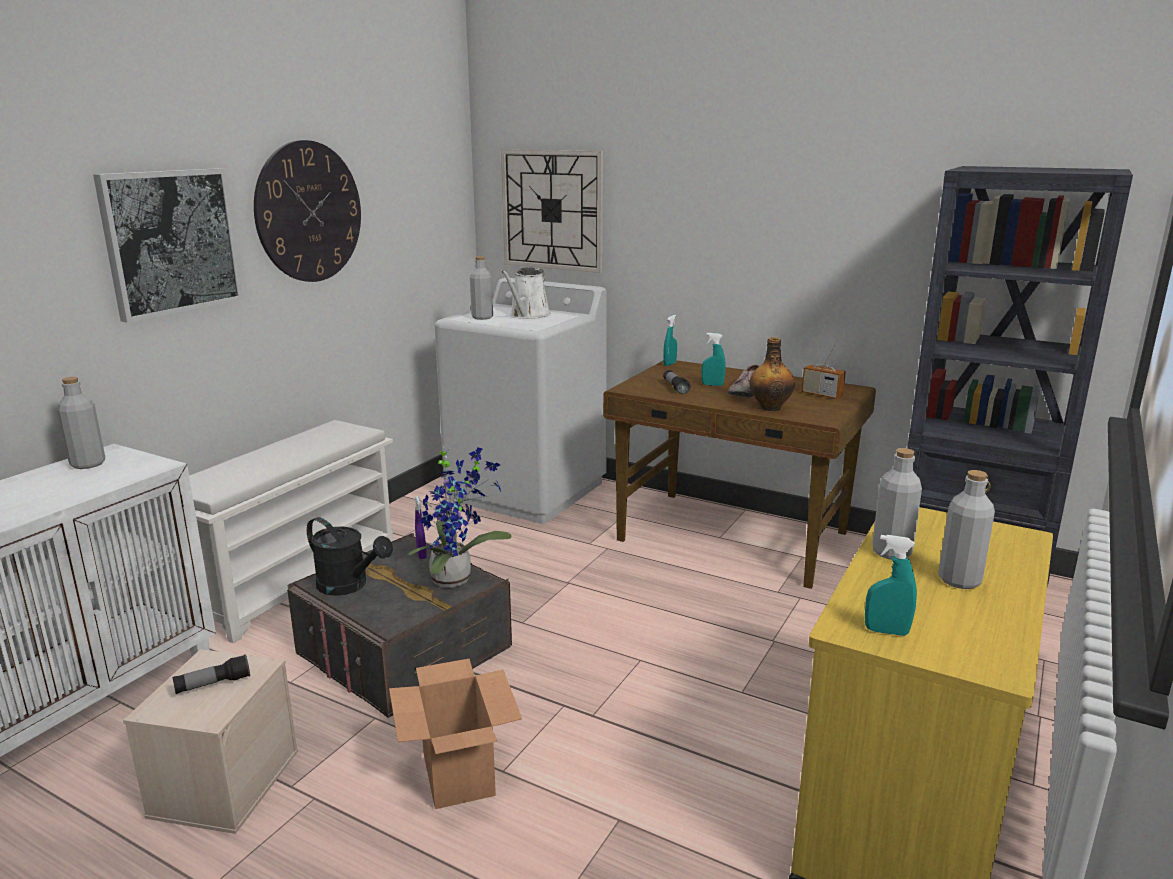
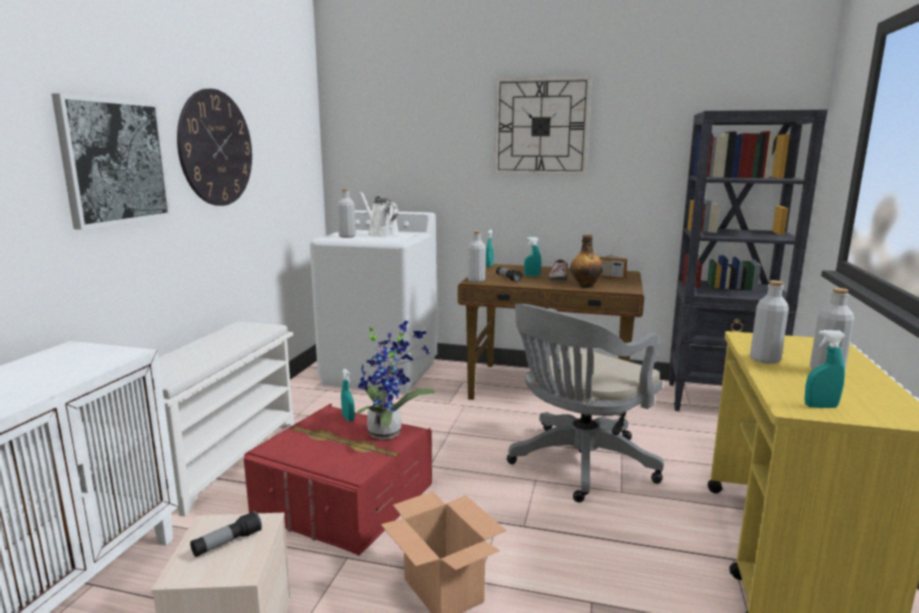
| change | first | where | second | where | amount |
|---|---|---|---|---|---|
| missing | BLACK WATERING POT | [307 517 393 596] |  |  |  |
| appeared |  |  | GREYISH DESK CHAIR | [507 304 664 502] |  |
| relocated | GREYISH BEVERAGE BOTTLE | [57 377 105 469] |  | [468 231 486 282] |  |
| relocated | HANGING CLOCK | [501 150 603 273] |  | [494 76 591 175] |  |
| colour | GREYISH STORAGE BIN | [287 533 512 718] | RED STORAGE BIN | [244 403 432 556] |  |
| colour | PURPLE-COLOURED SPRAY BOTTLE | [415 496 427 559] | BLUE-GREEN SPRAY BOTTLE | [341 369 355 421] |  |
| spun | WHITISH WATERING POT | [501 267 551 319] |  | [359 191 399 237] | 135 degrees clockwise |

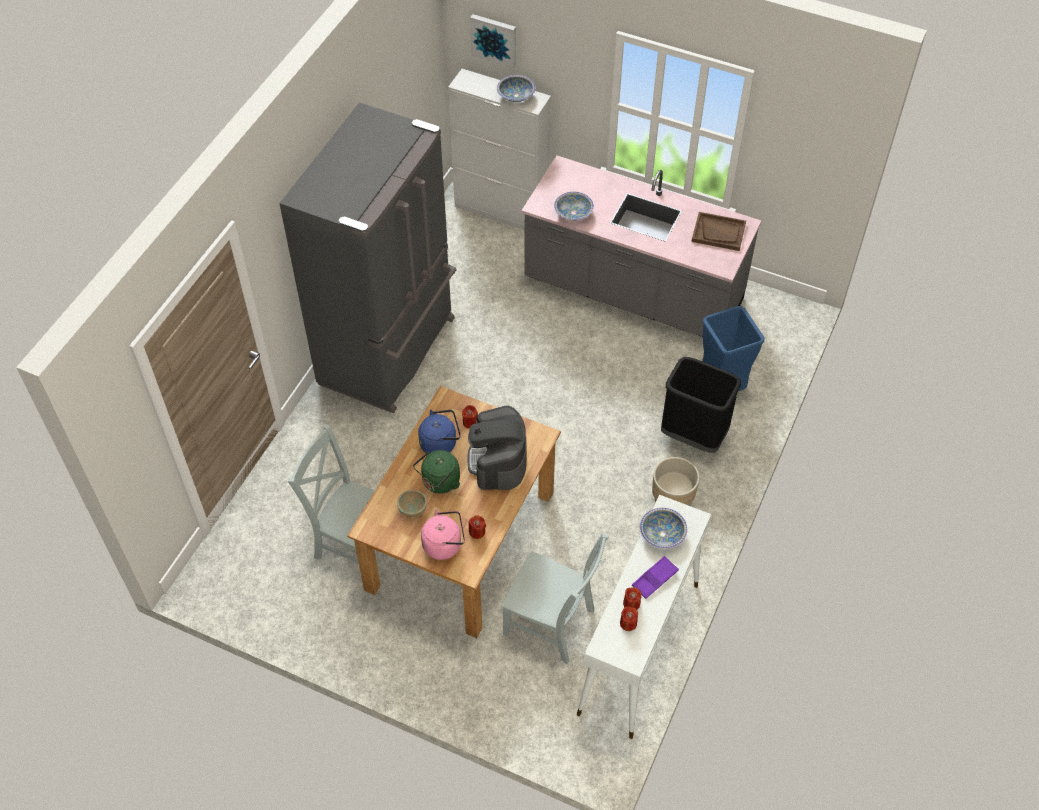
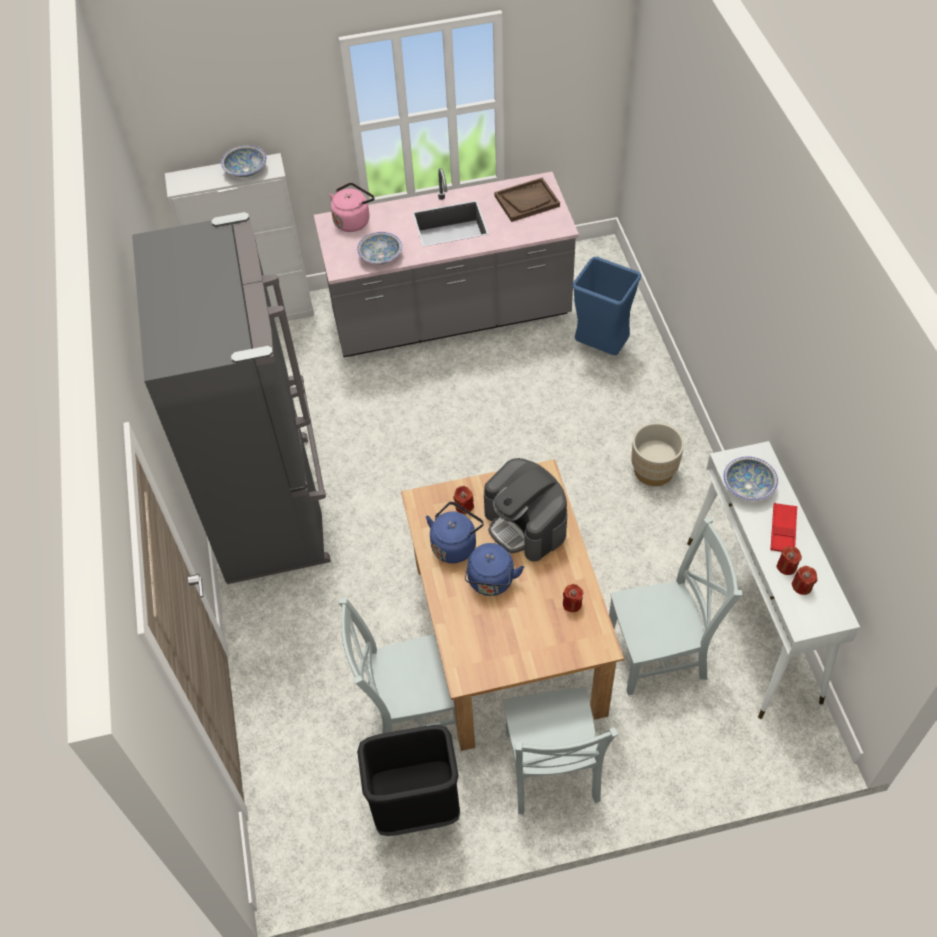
| change | first | where | second | where | amount |
|---|---|---|---|---|---|
| missing | BEIGE DEEP DISH | [397 490 427 517] |  |  |  |
| missing | WALL PICTURE | [470 14 516 68] |  |  |  |
| appeared |  |  | GREYISH UPRIGHT CHAIR | [503 687 618 814] |  |
| relocated | PINK WATER KETTLE | [421 509 465 560] |  | [330 183 375 232] |  |
| relocated | BLACK RUBBISH BIN | [661 357 741 453] |  | [357 725 460 836] |  |
| colour | GREEN-COLOURED WATER KETTLE | [413 450 460 494] | BLUE-COLOURED WATER KETTLE | [465 543 524 596] |  |
| colour | PURPLE-COLOURED TRAY | [632 556 679 599] | RED TRAY | [770 503 797 552] |  |

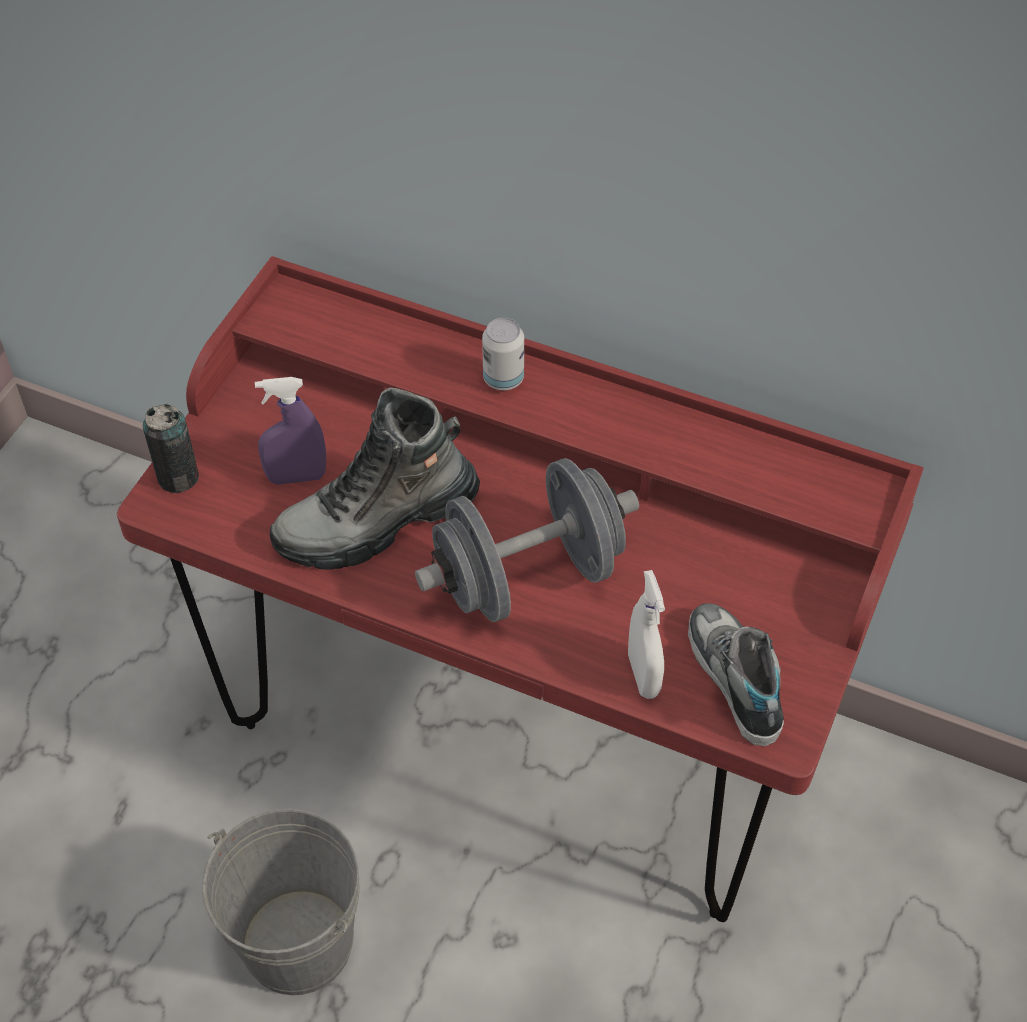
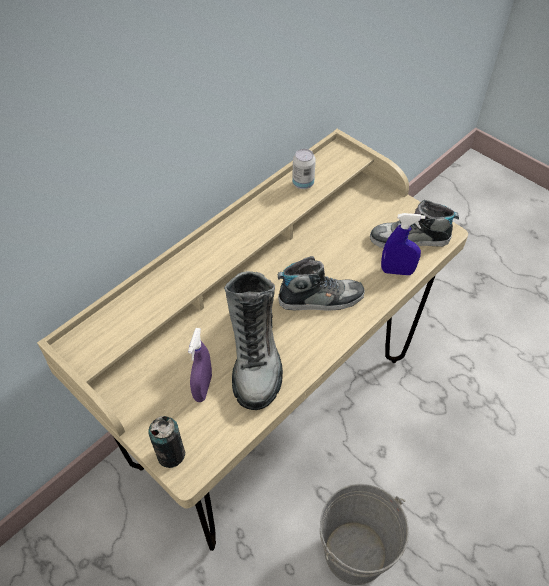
| change | first | where | second | where | amount |
|---|---|---|---|---|---|
| relocated | CAN | [482 318 524 390] |  | [292 149 316 189] |  |
| exchanged | GREYISH HAND WEIGHT | [415 458 639 622] | SHOE | [278 256 365 311] |  |
| colour | RED DESK TABLE | [117 256 924 922] | BEIGE DESK TABLE | [37 129 468 551] |  |
| colour | WHITISH SPRAY BOTTLE | [628 570 665 699] | BLUE-COLOURED SPRAY BOTTLE | [381 213 426 275] |  |

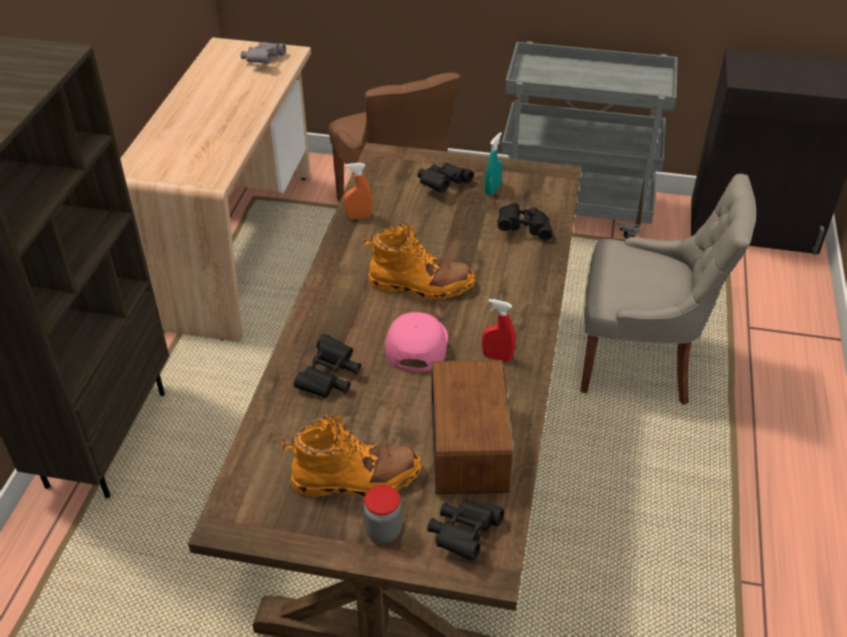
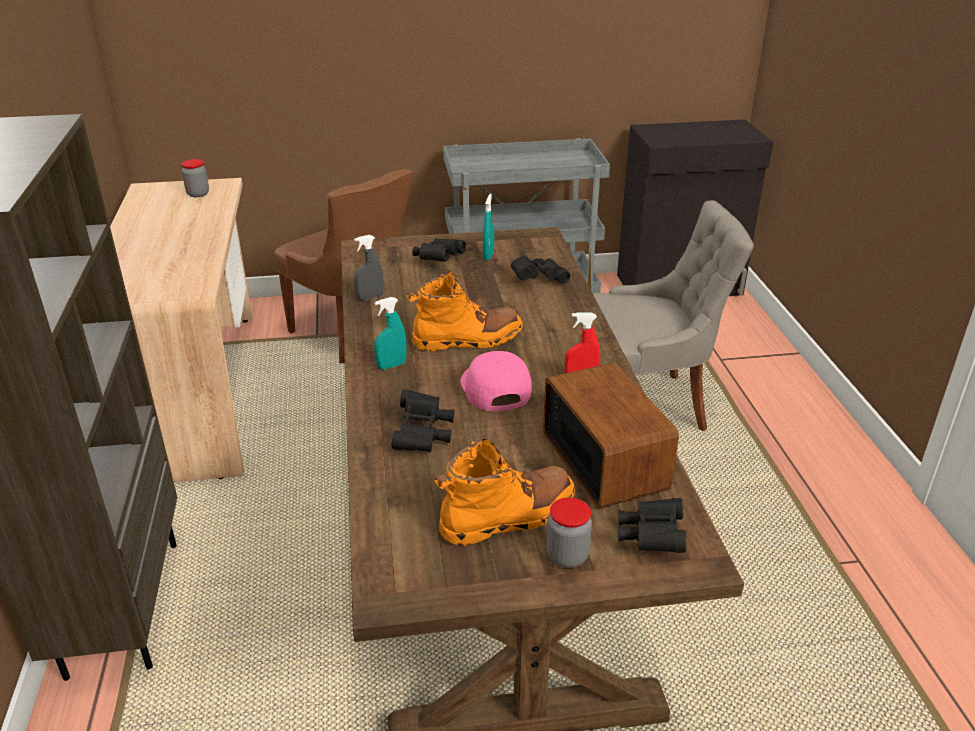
| change | first | where | second | where | amount |
|---|---|---|---|---|---|
| appeared |  |  | BLUE-GREEN SPRAY BOTTLE | [374 297 407 370] |  |
| exchanged | GREYISH PAIR OF BINOCULARS | [241 42 286 64] | JAR | [181 159 209 197] |  |
| colour | ORANGE SPRAY BOTTLE | [344 163 372 220] | GREYISH SPRAY BOTTLE | [354 235 383 301] |  |

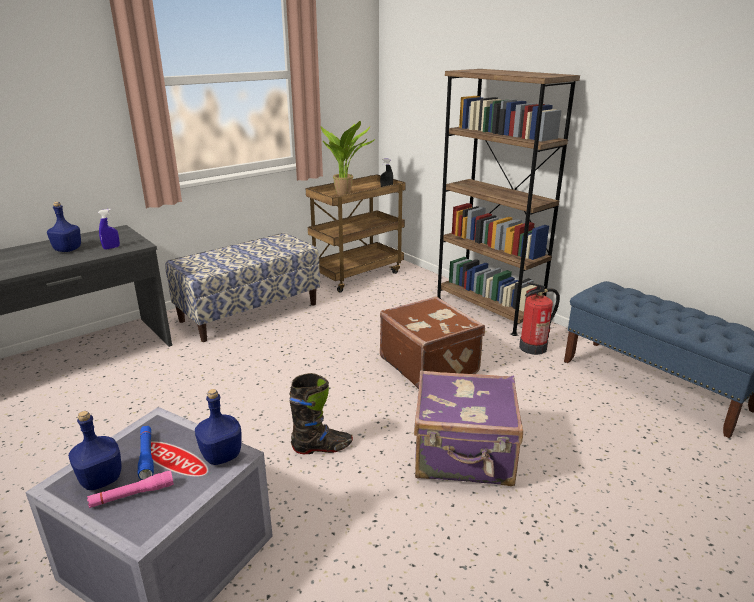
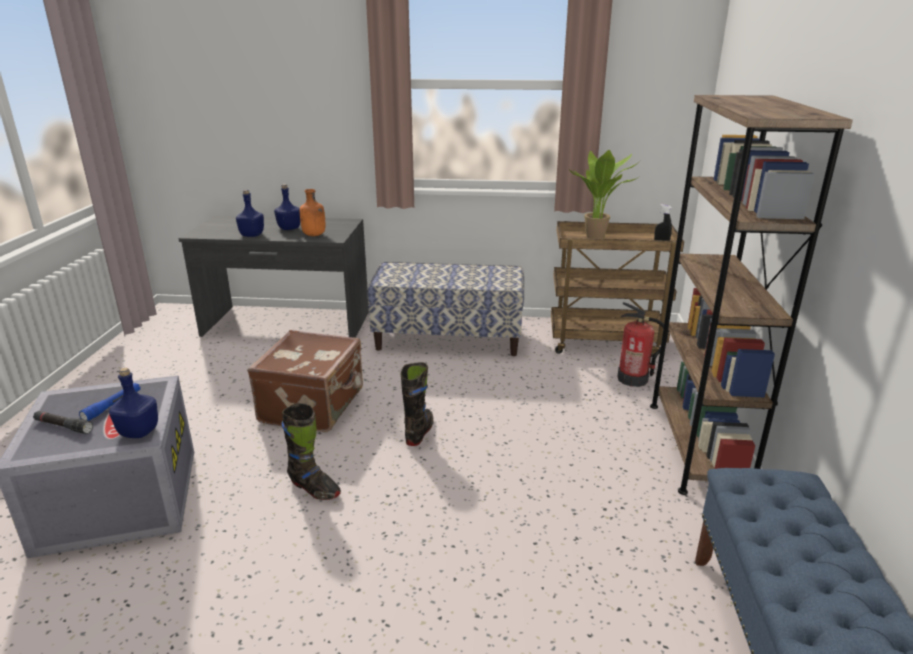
| change | first | where | second | where | amount |
|---|---|---|---|---|---|
| missing | PURPLE-COLOURED SUITCASE | [414 370 523 486] |  |  |  |
| appeared |  |  | BLACK TALL BOOT | [401 362 434 446] |  |
| relocated | BLUE-COLOURED BEVERAGE BOTTLE | [68 411 121 490] |  | [236 190 264 237] |  |
| relocated | BROWN-COLOURED SUITCASE | [380 296 485 389] |  | [247 330 363 432] |  |
| relocated | EXTINGUISHER | [519 282 560 355] |  | [617 302 668 387] |  |
| exchanged | BLUE-COLOURED SPRAY BOTTLE | [98 209 120 250] | ORANGE BEVERAGE BOTTLE | [300 189 325 236] |  |
| colour | PINK HAND TORCH | [87 470 174 508] | BLACK HAND TORCH | [33 411 93 434] |  |

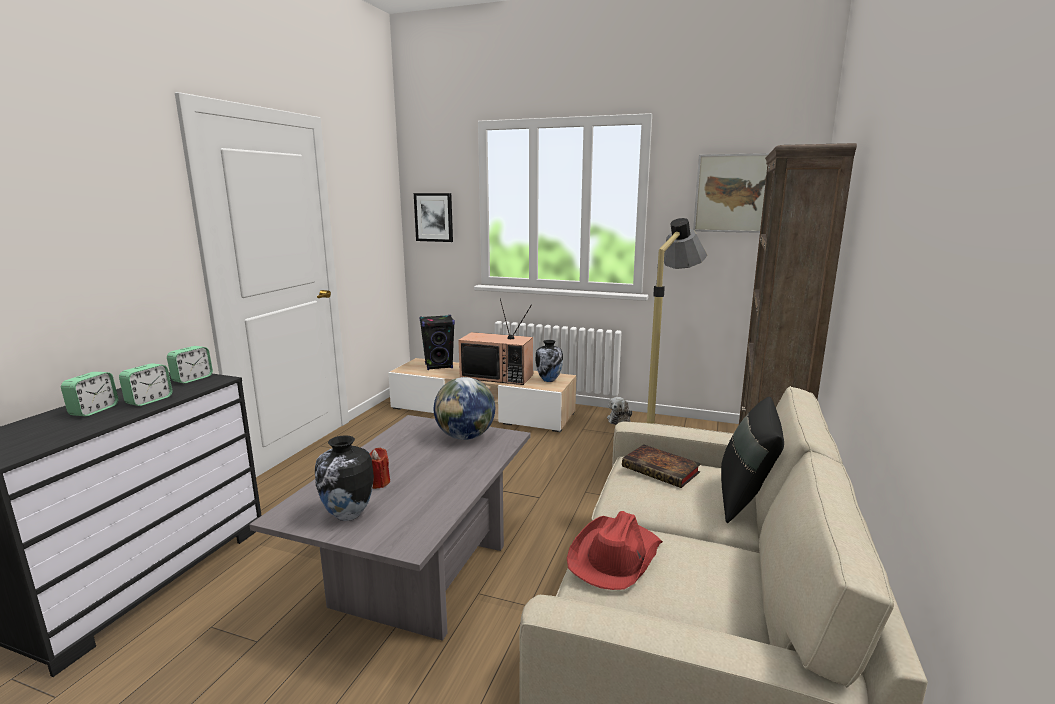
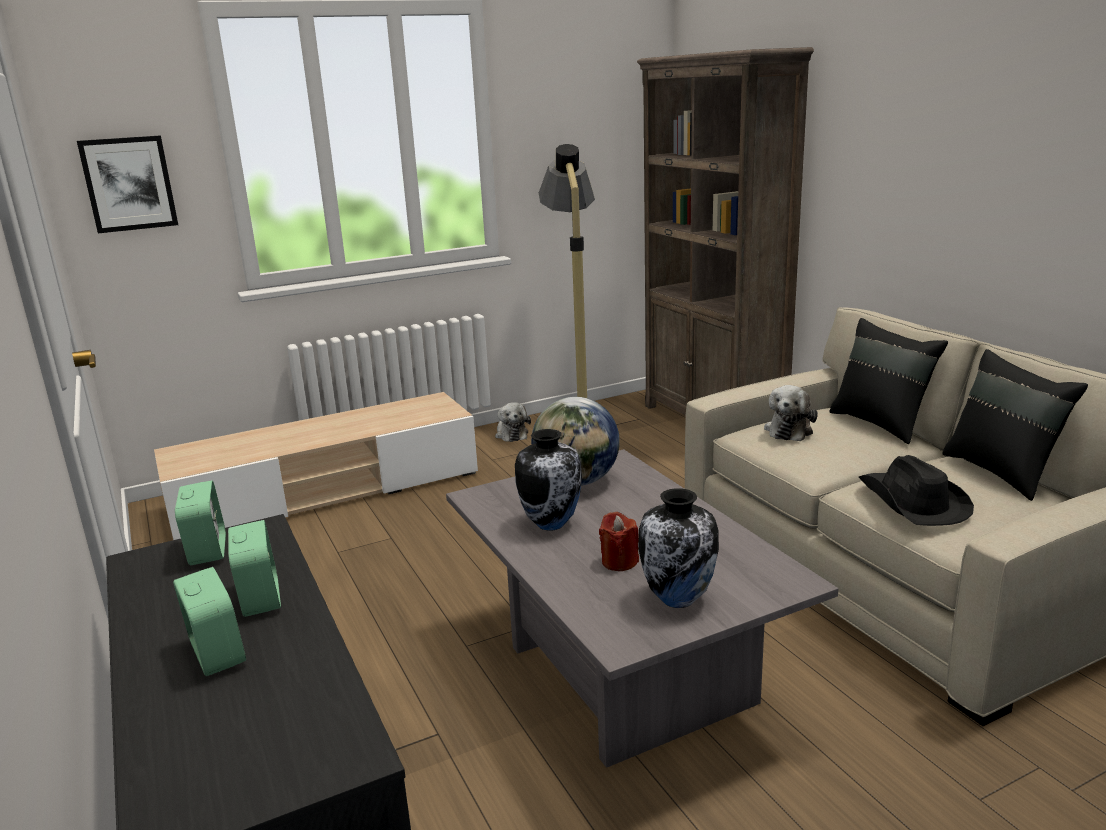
| change | first | where | second | where | amount |
|---|---|---|---|---|---|
| missing | BLACK AUDIO SPEAKER | [419 315 455 370] |  |  |  |
| missing | TV | [458 298 533 385] |  |  |  |
| missing | WALL PICTURE | [693 153 769 233] |  |  |  |
| appeared |  |  | BLACK PILLOW | [942 349 1088 501] |  |
| relocated | DECORATIVE VASE | [536 340 563 382] |  | [515 429 582 531] |  |
| exchanged | BOOK | [622 444 701 488] | SOFT TOY | [764 385 818 441] |  |
| colour | RED CLOTHING HAT | [567 511 663 590] | BLACK CLOTHING HAT | [859 455 974 526] |  |

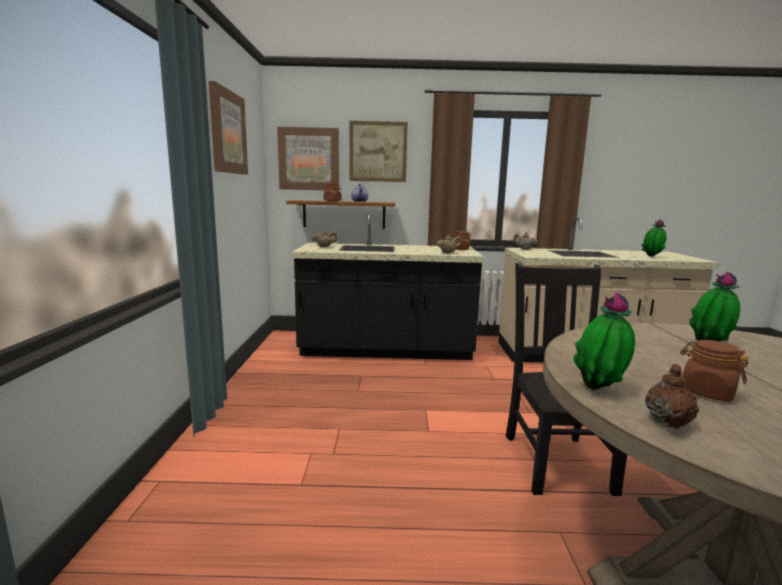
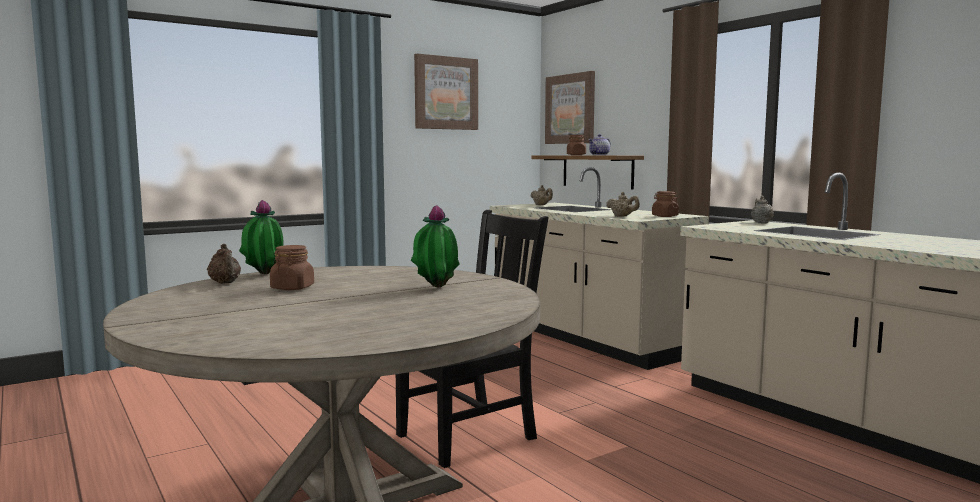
| change | first | where | second | where | amount |
|---|---|---|---|---|---|
| missing | WALL PICTURE | [349 121 408 182] |  |  |  |
| missing | PLANT IN A POT | [641 219 667 257] |  |  |  |
| colour | BLACK KITCHEN COUNTER | [292 213 484 360] | BEIGE KITCHEN COUNTER | [490 167 709 370] |  |
| spun | BROWN-COLOURED POT FOR TEA | [645 364 699 429] |  | [207 244 241 284] | 60 degrees clockwise |

